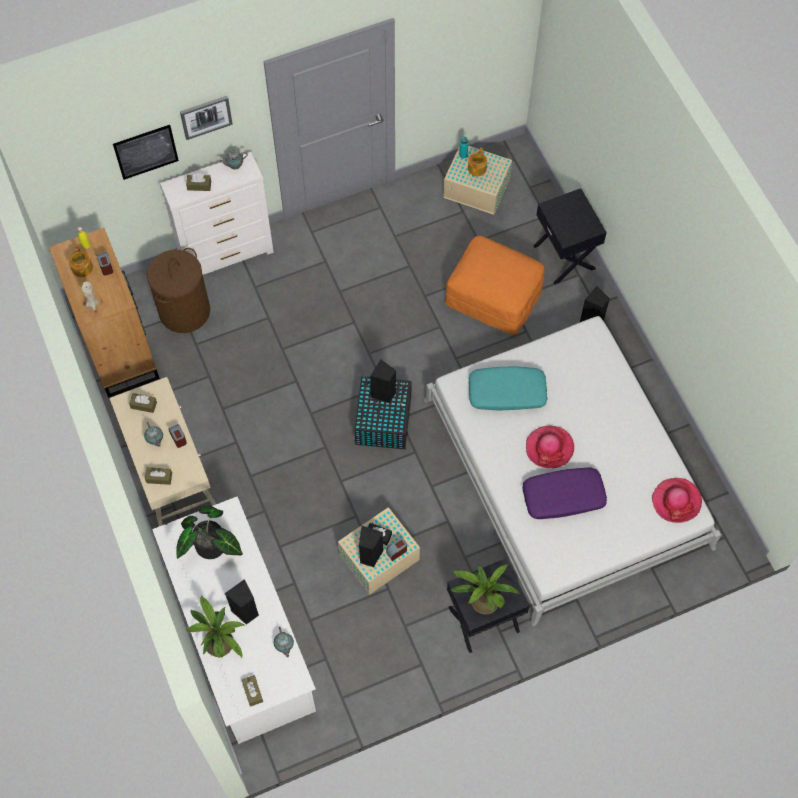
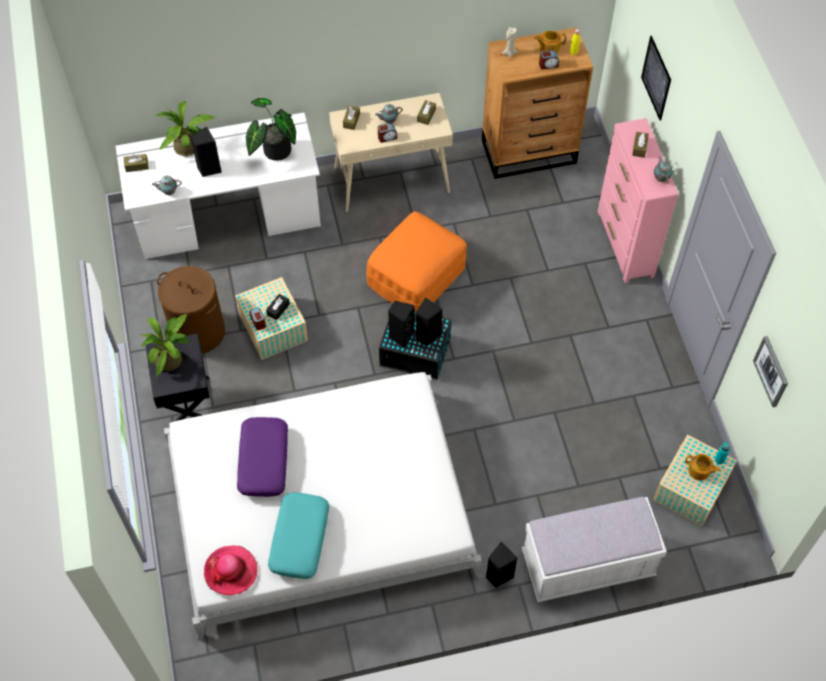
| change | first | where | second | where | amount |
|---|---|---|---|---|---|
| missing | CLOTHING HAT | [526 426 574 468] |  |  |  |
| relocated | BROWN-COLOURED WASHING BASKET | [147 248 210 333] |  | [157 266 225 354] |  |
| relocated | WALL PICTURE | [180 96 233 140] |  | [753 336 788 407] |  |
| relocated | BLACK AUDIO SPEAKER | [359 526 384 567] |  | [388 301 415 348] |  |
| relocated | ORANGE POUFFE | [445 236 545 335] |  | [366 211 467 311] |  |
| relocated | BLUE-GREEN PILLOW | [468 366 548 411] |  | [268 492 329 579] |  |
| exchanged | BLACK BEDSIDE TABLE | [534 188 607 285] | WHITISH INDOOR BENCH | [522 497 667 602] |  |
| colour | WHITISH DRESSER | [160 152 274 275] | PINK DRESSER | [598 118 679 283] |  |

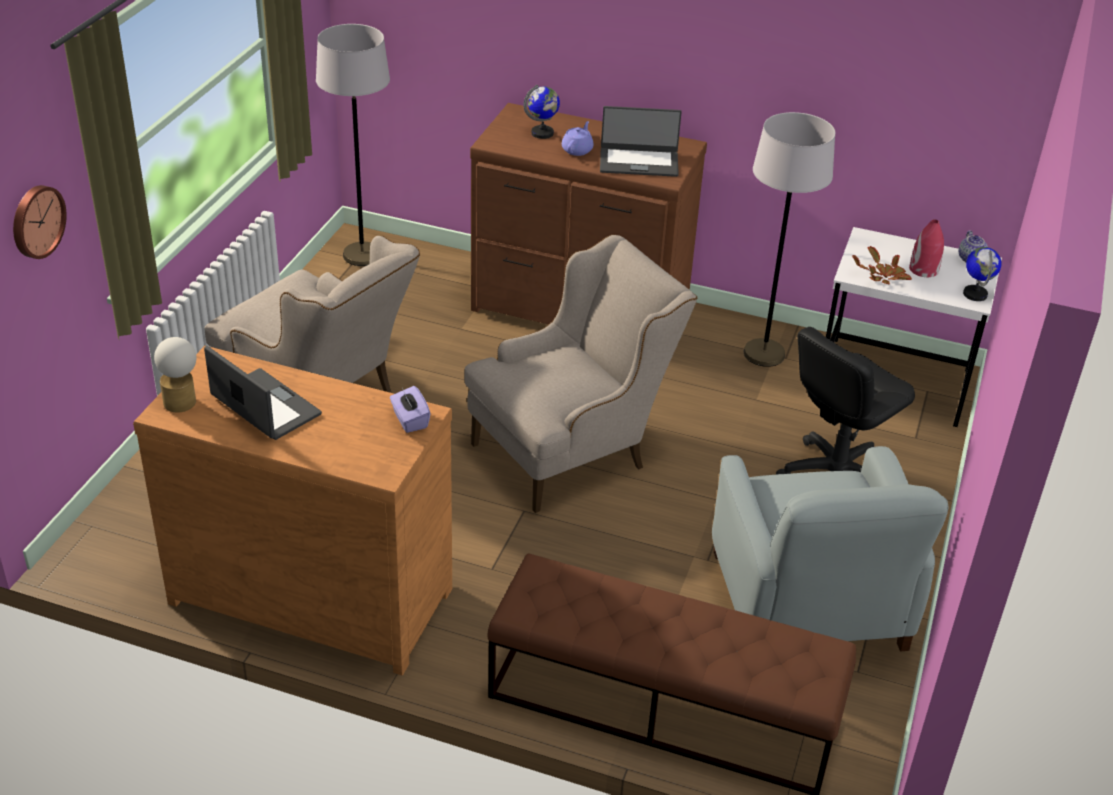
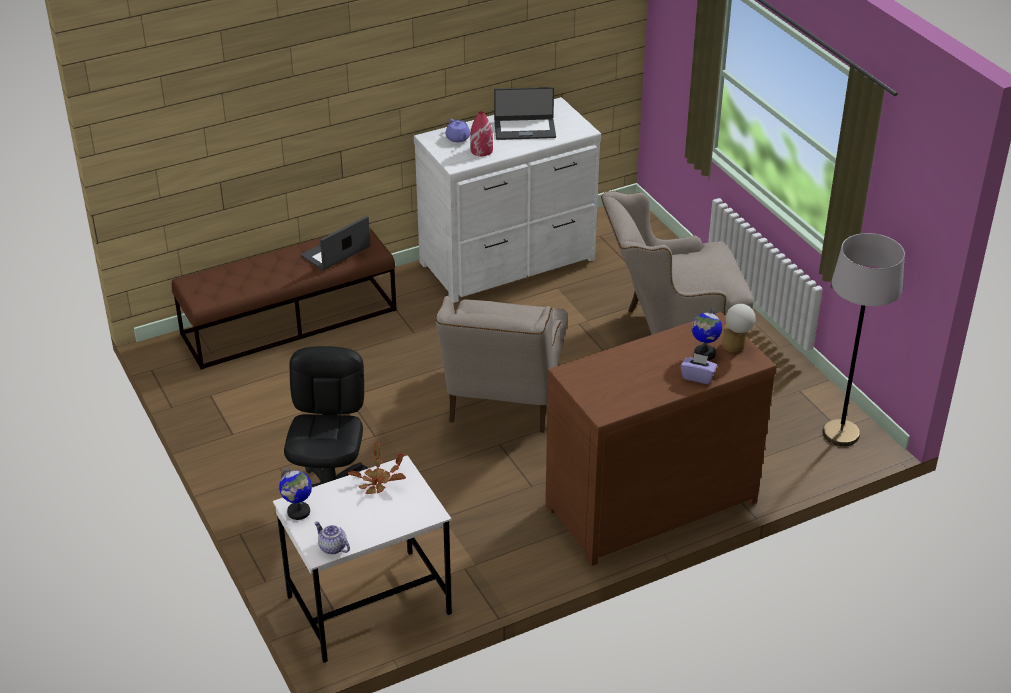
| change | first | where | second | where | amount |
|---|---|---|---|---|---|
| missing | HANGING CLOCK | [13 185 67 259] |  |  |  |
| missing | GREYISH EASY CHAIR | [712 446 948 651] |  |  |  |
| missing | GREYISH FLOOR LAMP | [744 112 835 367] |  |  |  |
| relocated | TABLETOP LAMP | [154 337 196 412] |  | [722 304 756 353] |  |
| relocated | PURPLE-COLOURED BOX OF TISSUES | [390 386 431 433] |  | [680 353 717 384] |  |
| relocated | PURPLE-COLOURED POT FOR TEA | [562 121 594 156] |  | [445 119 470 142] |  |
| relocated | NOTEBOOK COMPUTER | [600 106 682 177] |  | [300 216 370 271] |  |
| relocated | RED DECORATIVE VASE | [909 219 944 277] |  | [470 111 493 156] |  |
| colour | BROWN-COLOURED DRESSER | [133 346 452 675] | WHITISH DRESSER | [414 97 601 303] |  |

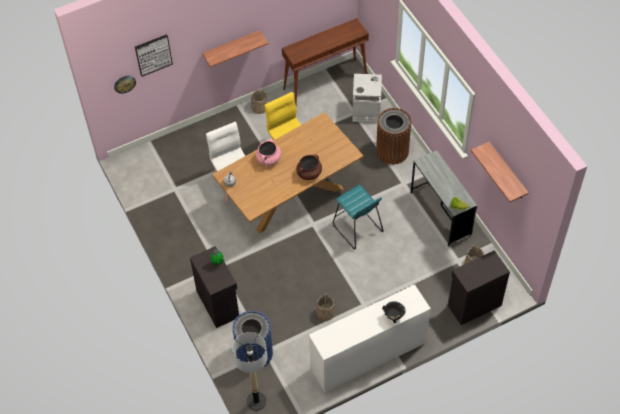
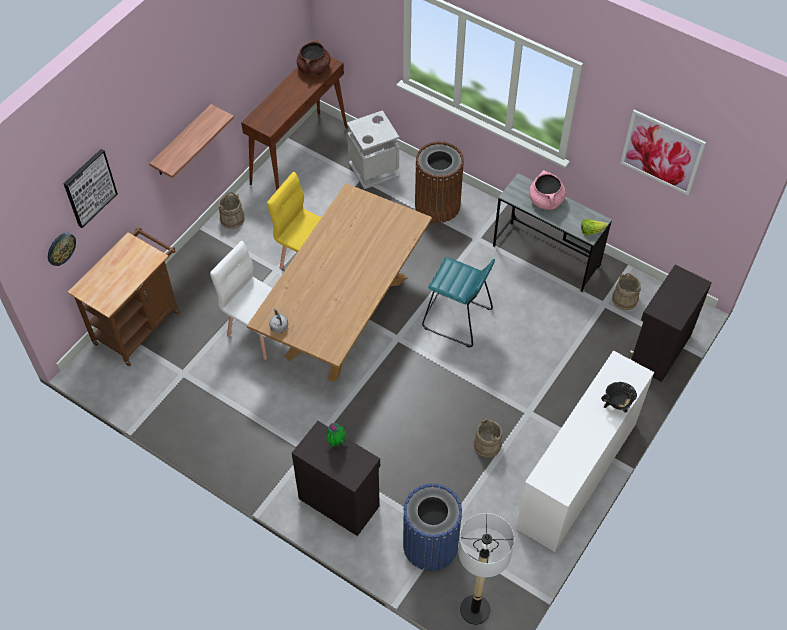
| change | first | where | second | where | amount |
|---|---|---|---|---|---|
| appeared |  |  | BROWN-COLOURED WHEELED CART | [68 227 180 366] |  |
| relocated | PINK SAUCEPOT | [256 139 281 166] |  | [529 170 566 210] |  |
| relocated | BROWN-COLOURED SAUCEPOT | [296 154 322 180] |  | [297 39 330 76] |  |
| exchanged | WALL SHELF | [471 142 529 203] | WALL PICTURE | [620 110 706 195] |  |

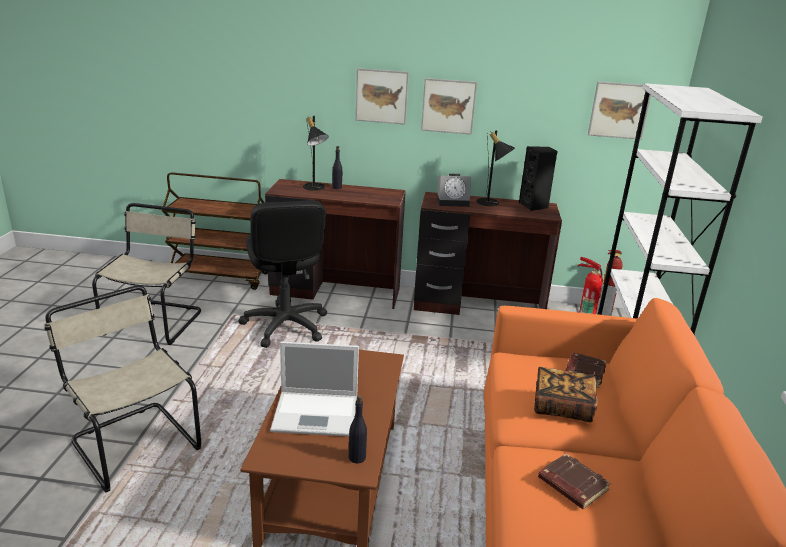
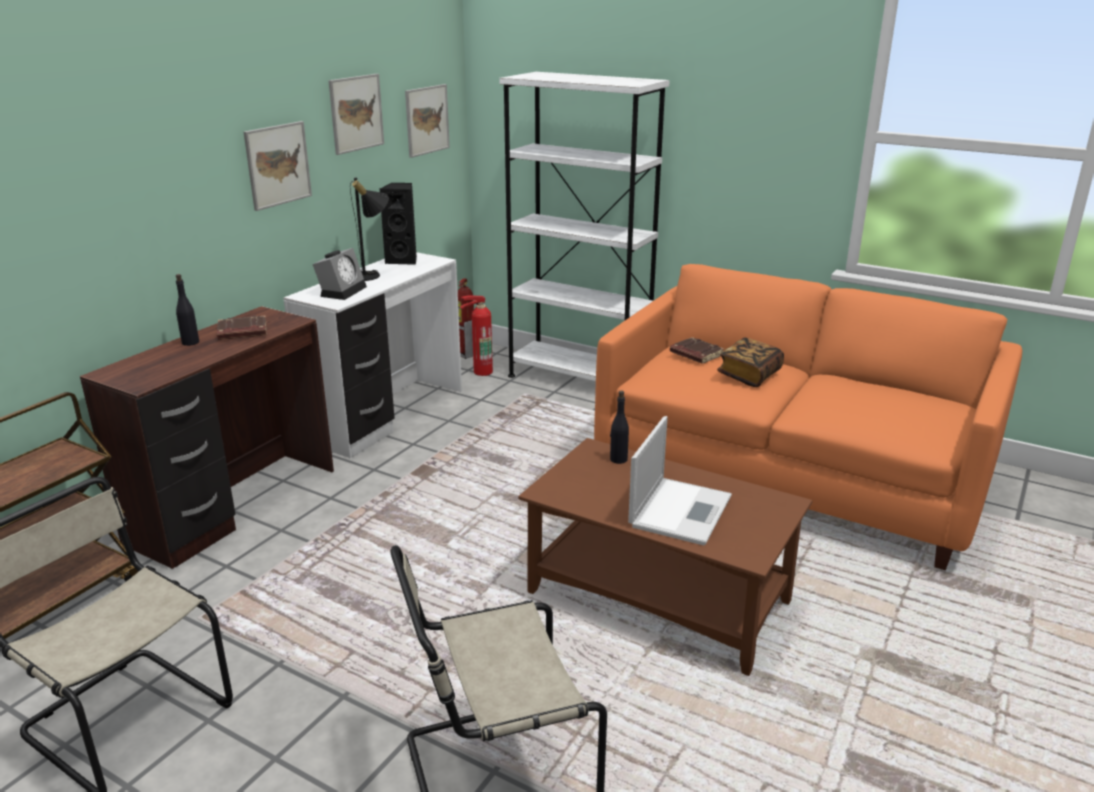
| change | first | where | second | where | amount |
|---|---|---|---|---|---|
| missing | BLACK DESK CHAIR | [238 200 327 348] |  |  |  |
| missing | BLACK TABLETOP LAMP | [303 116 329 191] |  |  |  |
| relocated | BLACK BEVERAGE BOTTLE | [349 395 367 463] |  | [610 391 629 464] |  |
| relocated | WALL PICTURE | [356 68 409 125] |  | [328 74 384 155] |  |
| relocated | BROWN-COLOURED BOOK | [538 453 611 509] |  | [217 315 266 340] |  |
| colour | BROWN-COLOURED DESK TABLE | [414 192 562 315] | WHITISH DESK TABLE | [283 252 462 458] |  |

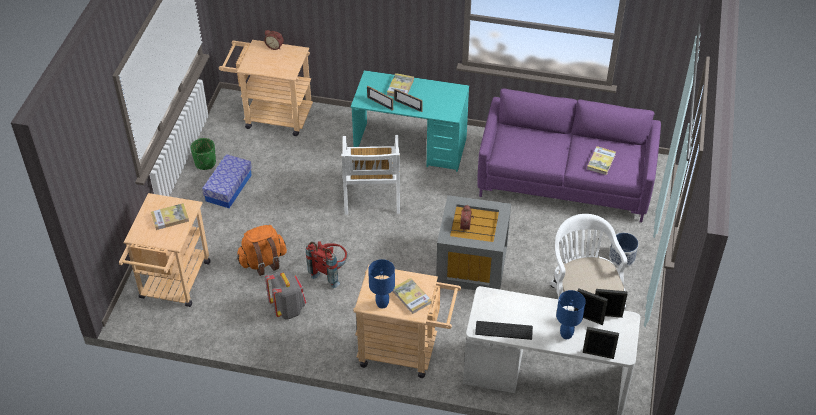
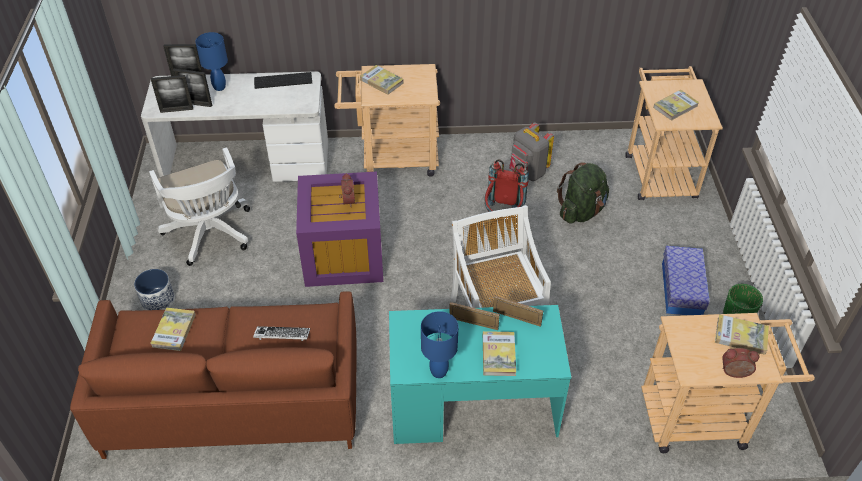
| change | first | where | second | where | amount |
|---|---|---|---|---|---|
| appeared |  |  | COMPUTER KEYBOARD | [253 326 310 341] |  |
| appeared |  |  | BOOK | [715 314 769 355] |  |
| relocated | BLUE-COLOURED TABLETOP LAMP | [368 259 395 309] |  | [421 311 458 378] |  |
| colour | ORANGE KNAPSACK | [237 225 287 276] | GREEN-COLOURED KNAPSACK | [557 162 609 224] |  |
| colour | GREYISH STORAGE BIN | [436 195 511 290] | PURPLE-COLOURED STORAGE BIN | [296 172 383 287] |  |
| colour | PURPLE-COLOURED SOFA | [477 88 661 222] | BROWN-COLOURED SOFA | [70 291 356 459] |  |

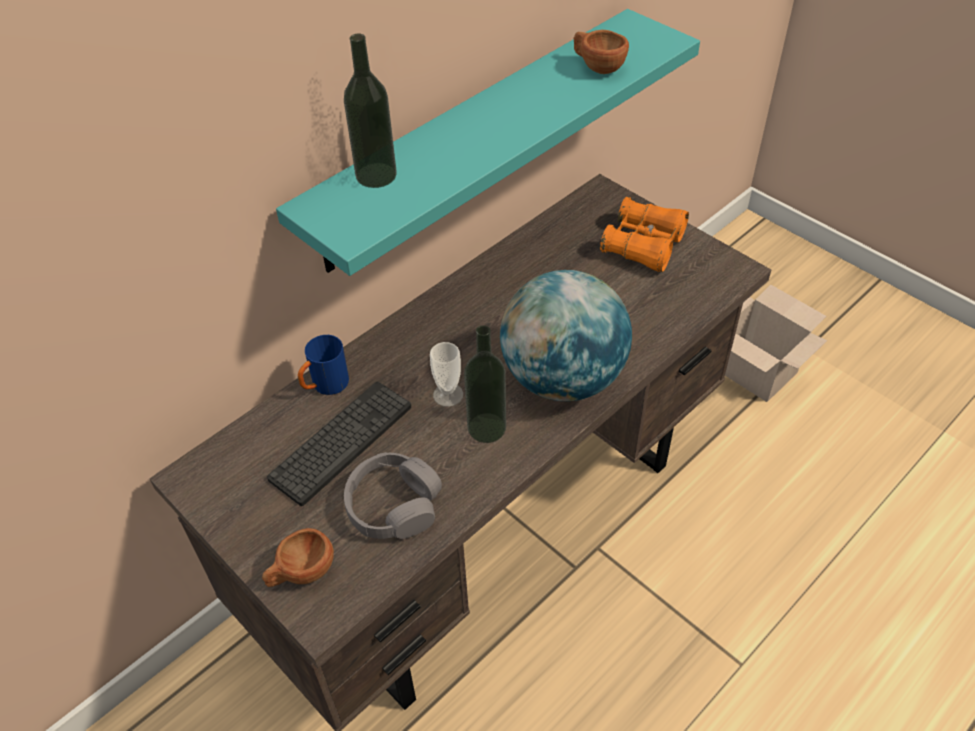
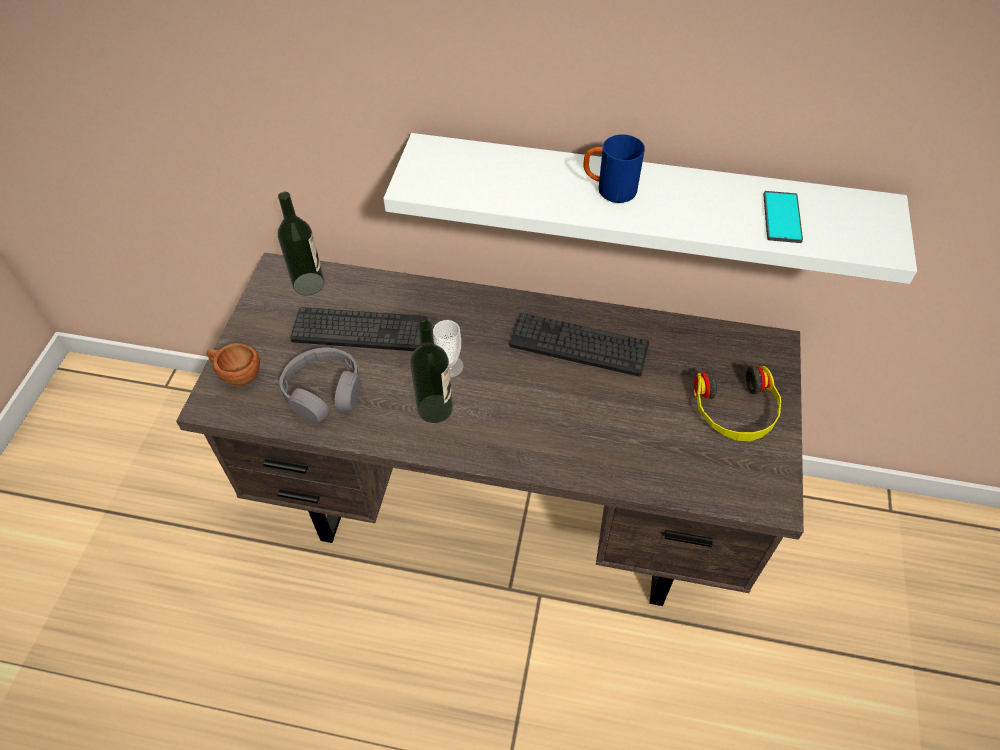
| change | first | where | second | where | amount |
|---|---|---|---|---|---|
| missing | WORLD GLOBE | [500 270 632 401] |  |  |  |
| missing | CARDBOARD BOX | [725 285 827 402] |  |  |  |
| appeared |  |  | COMPUTER KEYBOARD | [510 313 649 377] |  |
| relocated | BLUE-COLOURED TEA MUG | [298 335 349 395] |  | [583 135 645 203] |  |
| relocated | BEVERAGE BOTTLE | [344 33 397 188] |  | [278 192 324 296] |  |
| exchanged | BROWN-COLOURED SMALL CUP | [574 30 629 74] | HANDSET | [763 191 803 243] |  |
| exchanged | ORANGE PAIR OF BINOCULARS | [600 197 689 272] | HEADPHONES | [694 365 781 441] |  |
| colour | BLUE-GREEN WALL SHELF | [276 9 700 276] | WHITISH WALL SHELF | [383 133 917 284] |  |

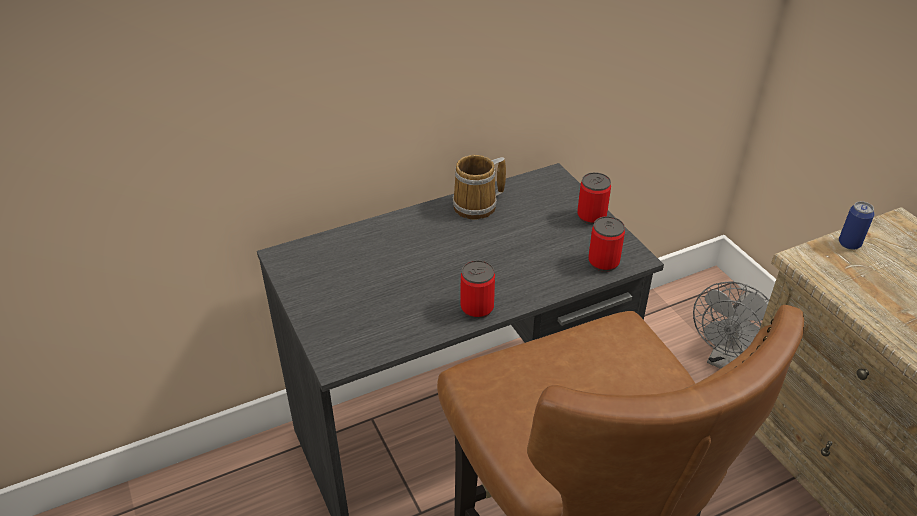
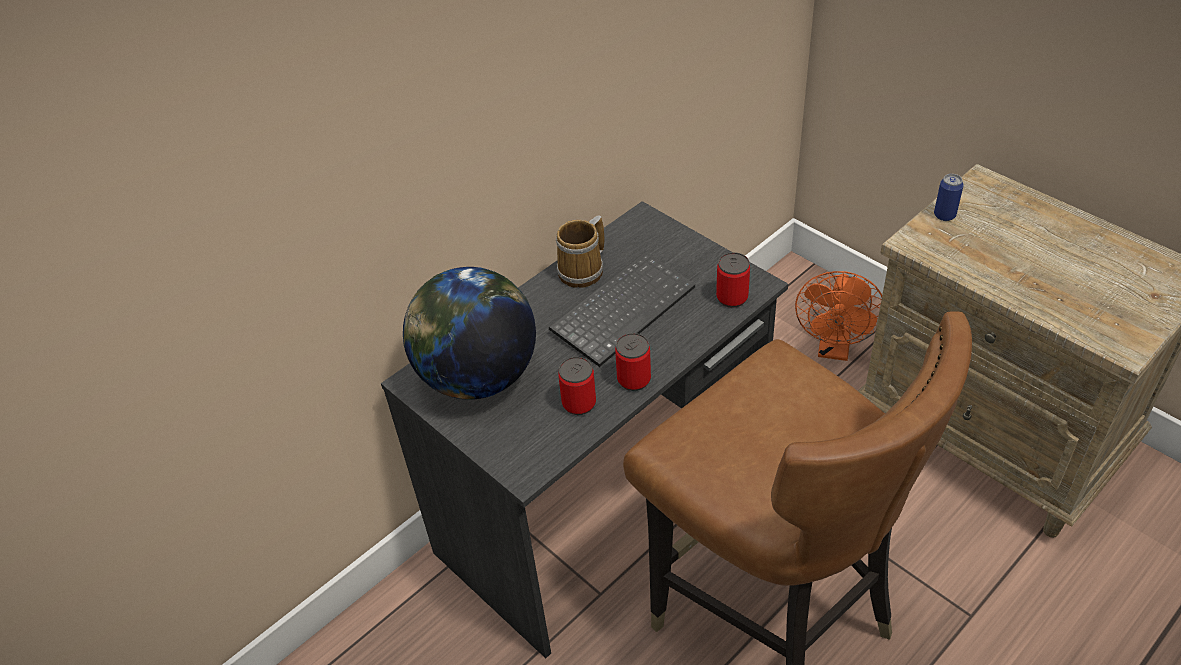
| change | first | where | second | where | amount |
|---|---|---|---|---|---|
| appeared |  |  | WORLD GLOBE | [403 267 536 400] |  |
| appeared |  |  | COMPUTER KEYBOARD | [549 251 695 367] |  |
| relocated | CAN | [577 172 611 225] |  | [558 357 596 415] |  |
| colour | GREYISH COOLING FAN | [693 281 769 369] | ORANGE COOLING FAN | [795 271 882 361] |  |

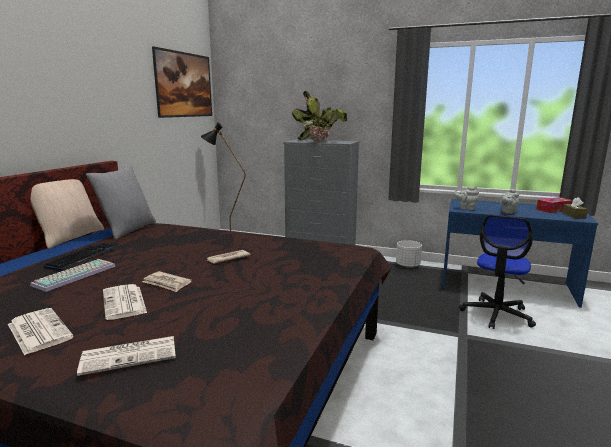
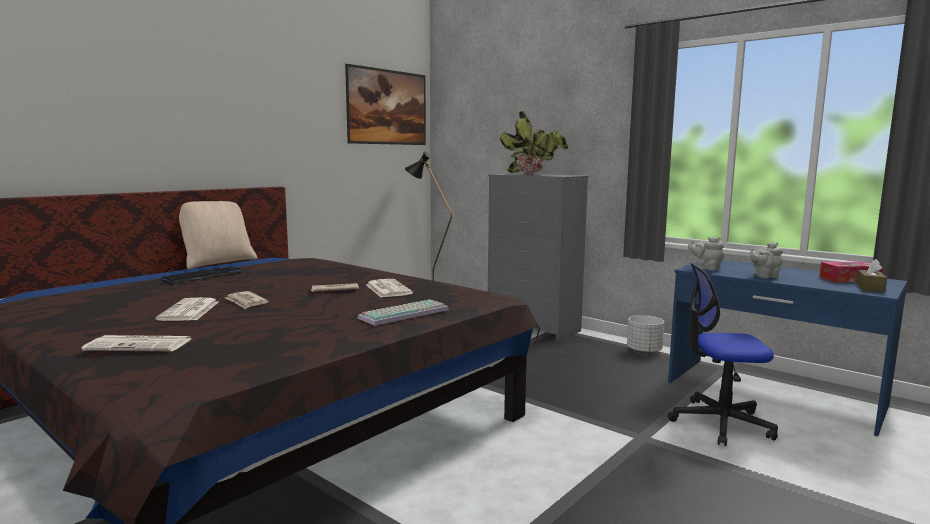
| change | first | where | second | where | amount |
|---|---|---|---|---|---|
| missing | GREYISH PILLOW | [86 165 156 240] |  |  |  |
| relocated | NEWSPAPER | [8 308 74 355] |  | [366 279 413 297] |  |
| relocated | COMPUTER KEYBOARD | [30 259 115 292] |  | [358 299 449 326] |  |
| spun | DESK CHAIR | [459 214 536 329] |  | [668 263 778 446] | 45 degrees clockwise |

